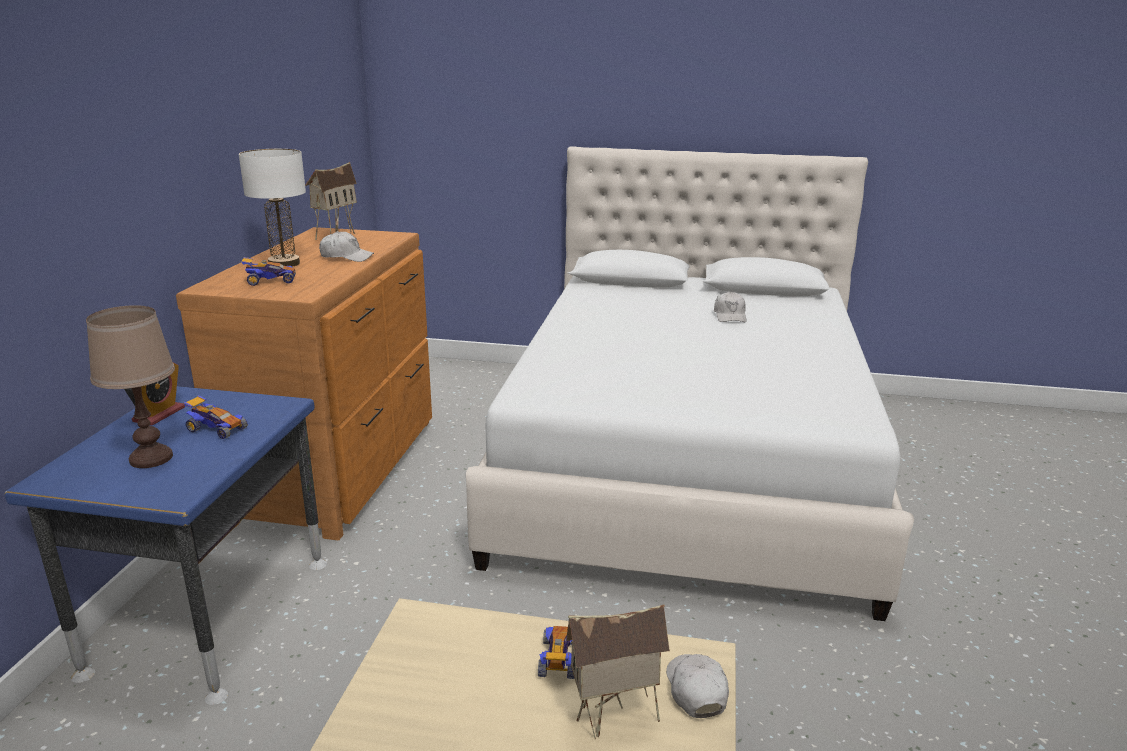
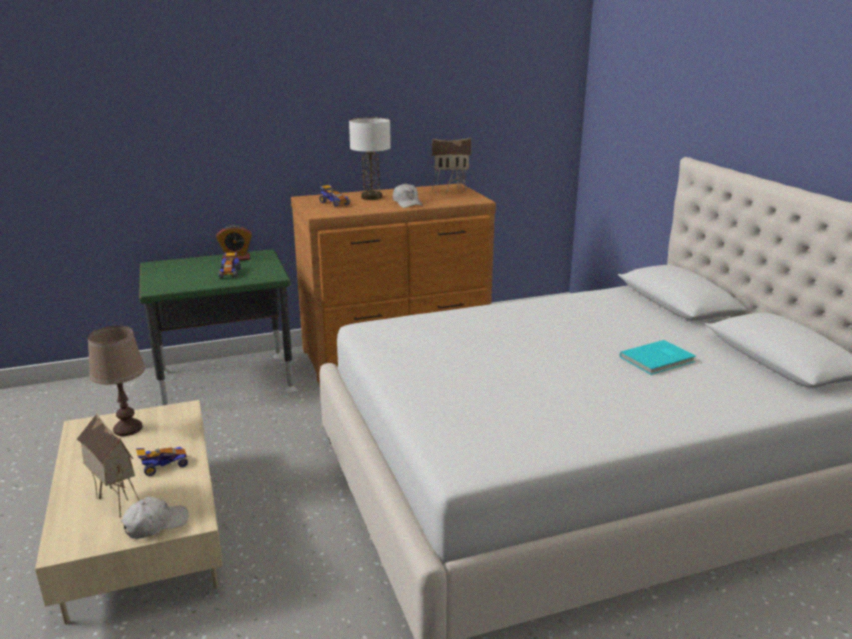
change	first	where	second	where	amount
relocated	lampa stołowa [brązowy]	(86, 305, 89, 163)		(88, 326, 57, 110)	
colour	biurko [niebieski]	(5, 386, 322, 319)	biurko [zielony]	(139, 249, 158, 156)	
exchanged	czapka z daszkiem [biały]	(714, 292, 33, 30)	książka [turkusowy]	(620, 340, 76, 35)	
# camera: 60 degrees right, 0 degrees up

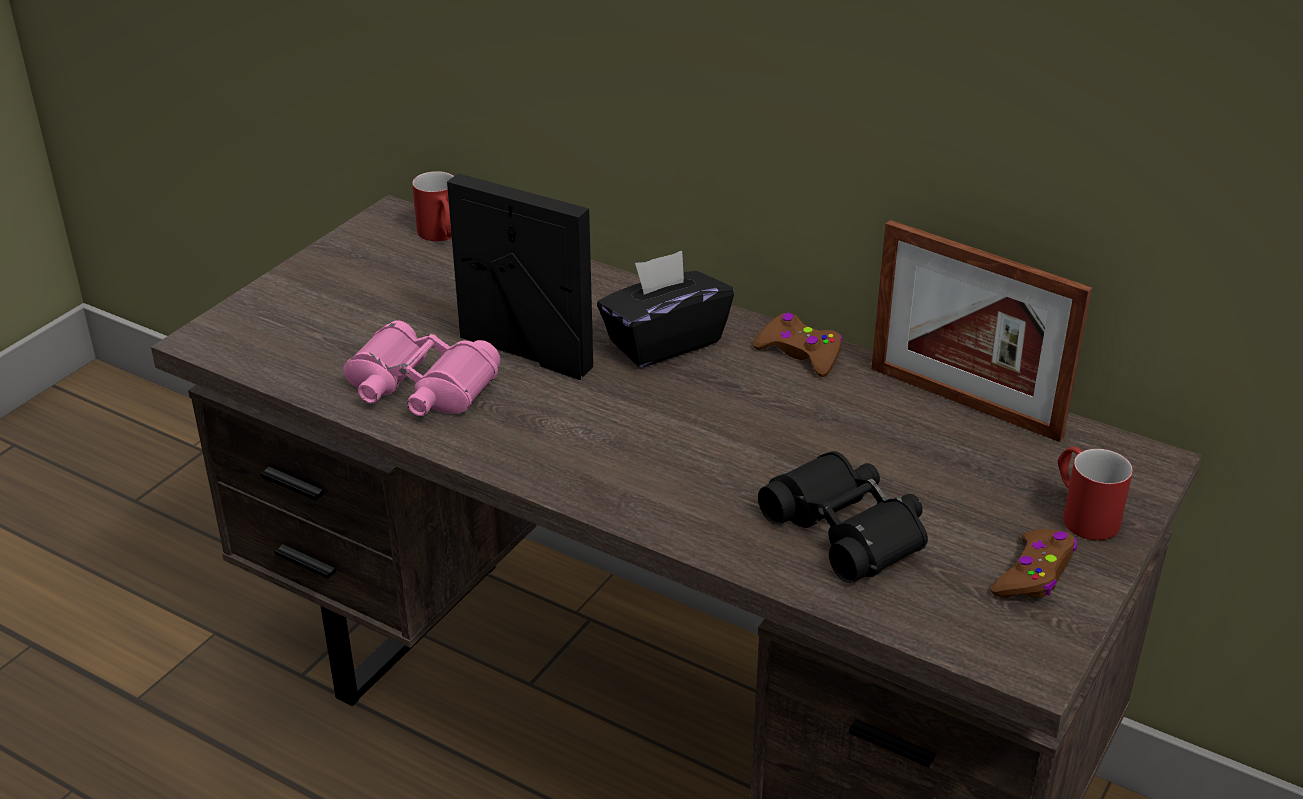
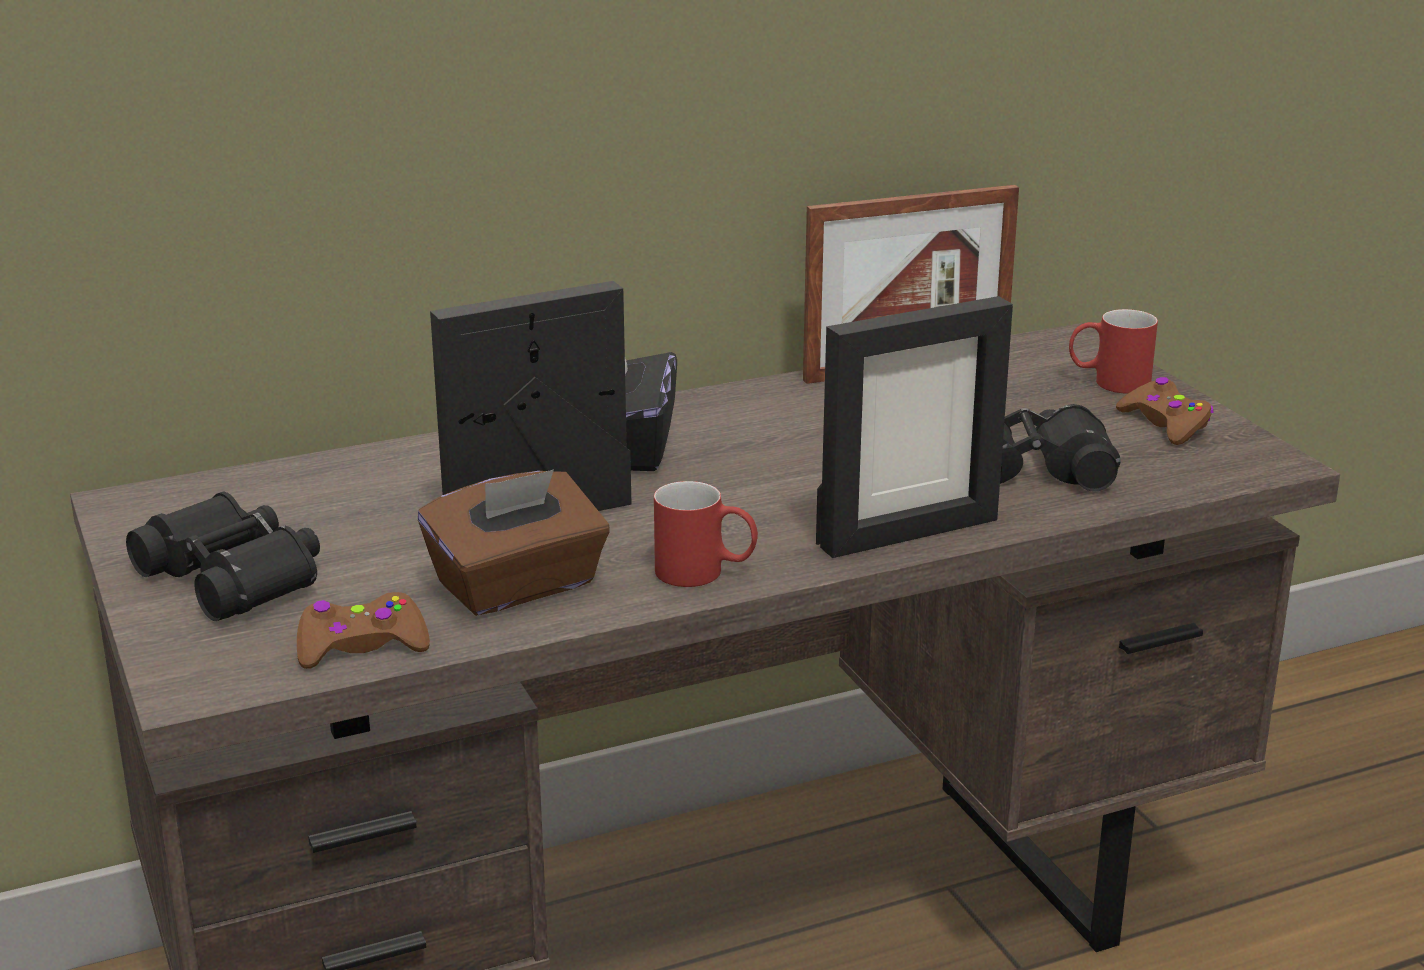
change	first	where	second	where	amount
appeared			lornetka [czarny]	(126, 491, 194, 130)	
relocated	pad do gier [brązowy]	(753, 313, 90, 64)		(297, 592, 133, 77)	
exchanged	lornetka [różowy]	(343, 320, 157, 96)	pudełko chusteczek [brązowy]	(418, 469, 192, 147)	
relocated	kubek [czerwony]	(412, 171, 42, 70)		(654, 481, 104, 106)	
appeared			ramka na zdjęcie	(816, 296, 197, 262)	
# camera: 55 degrees left, 10 degrees down

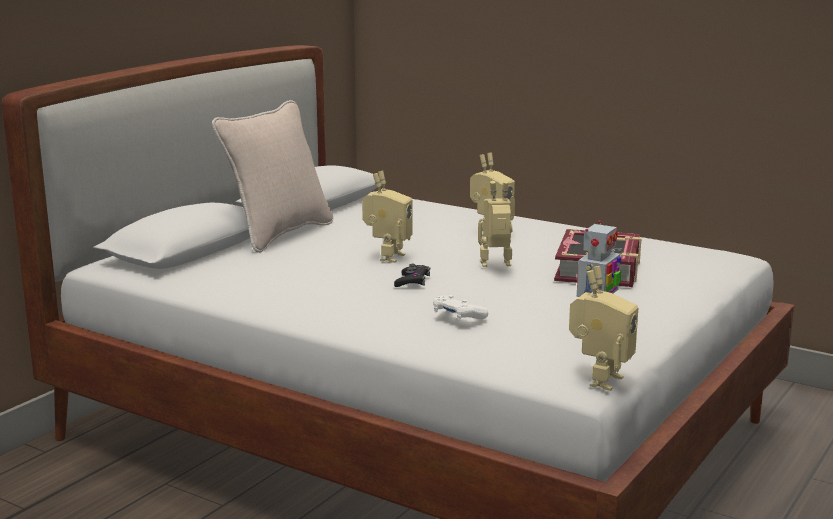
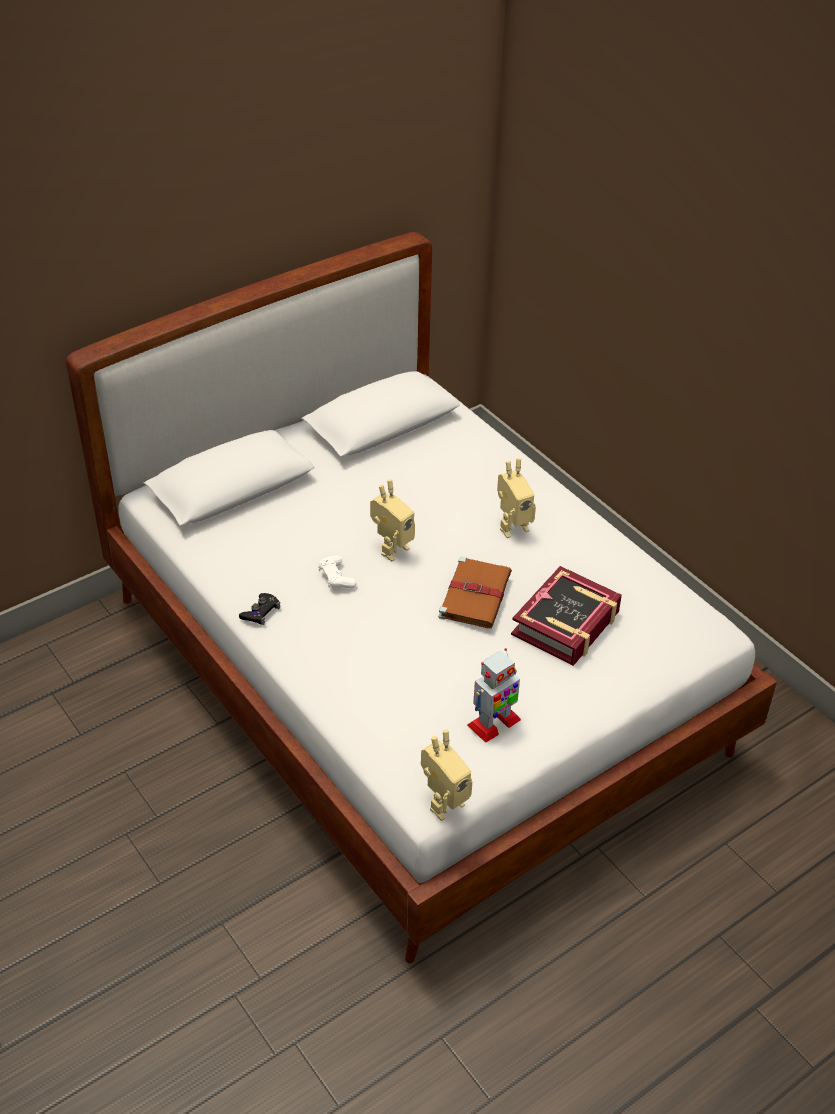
change	first	where	second	where	amount
relocated	pad do gier [czarny]	(394, 264, 36, 23)		(239, 593, 41, 32)	
relocated	pad do gier [biały]	(433, 295, 55, 25)		(318, 555, 39, 33)	
exchanged	robot zabawkowy	(478, 181, 35, 86)	książka [brązowy]	(438, 557, 74, 71)	
missing	poduszka [beżowy]	(212, 100, 121, 153)			
# camera: 20 degrees right, 25 degrees up

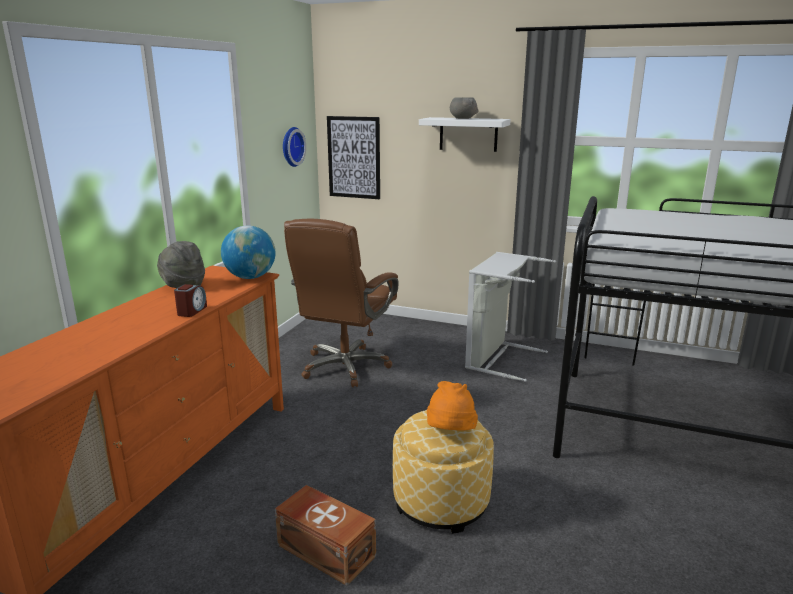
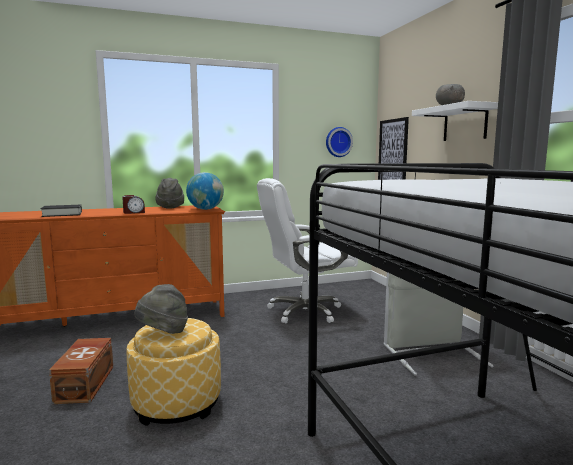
change	first	where	second	where	amount
appeared			książka [czarny]	(41, 205, 41, 12)	
colour	kapelusz [pomarańczowy]	(427, 381, 51, 50)	kapelusz [szary]	(135, 284, 53, 50)	
colour	krzesło biurowe [brązowy]	(284, 219, 114, 168)	krzesło biurowe [biały]	(257, 178, 101, 146)	
# camera: 50 degrees right, 10 degrees down

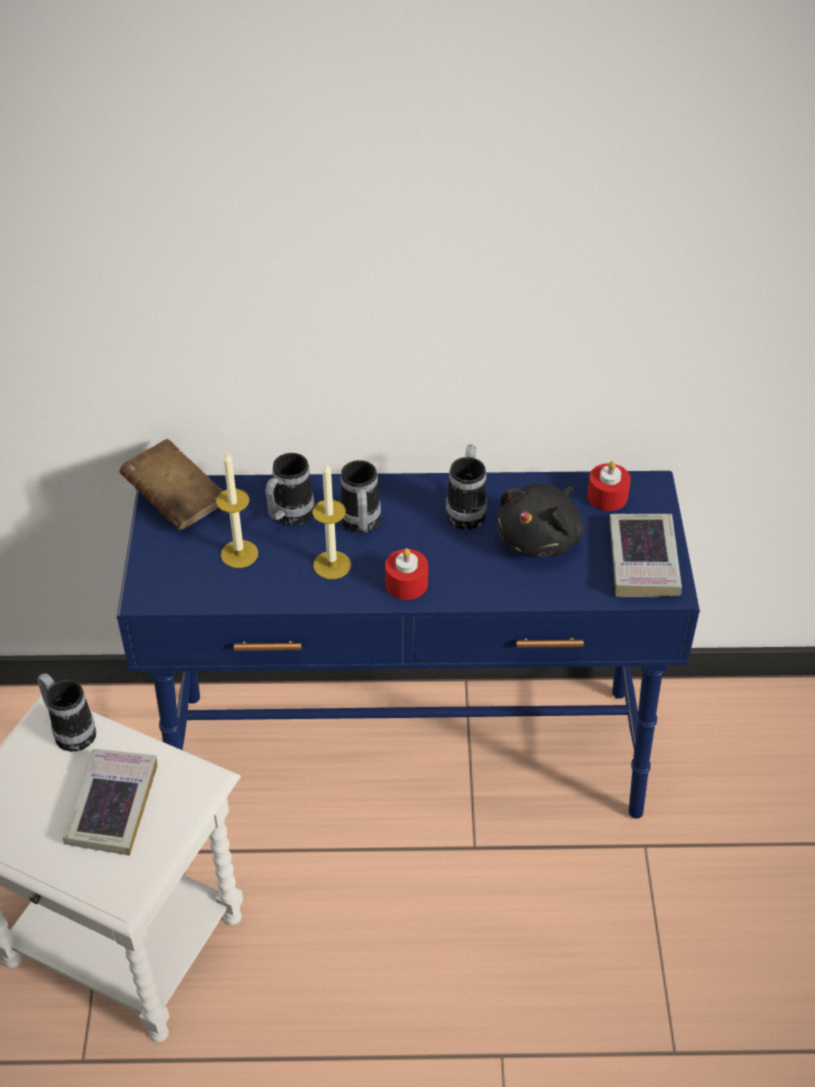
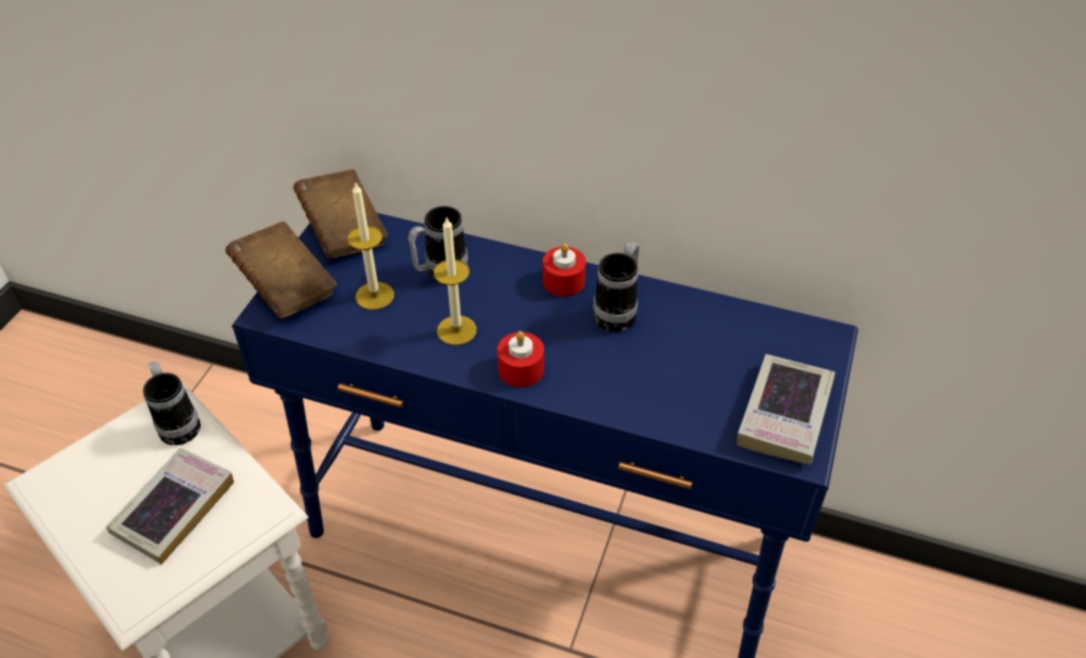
change	first	where	second	where	amount
appeared			książka [brązowy]	(225, 221, 112, 98)	
relocated	świeca [czerwony]	(587, 461, 44, 50)		(543, 243, 43, 54)	
missing	kubek	(340, 460, 41, 73)			
missing	pluszak [czarny]	(496, 483, 88, 75)			
# camera: 20 degrees right, 0 degrees up

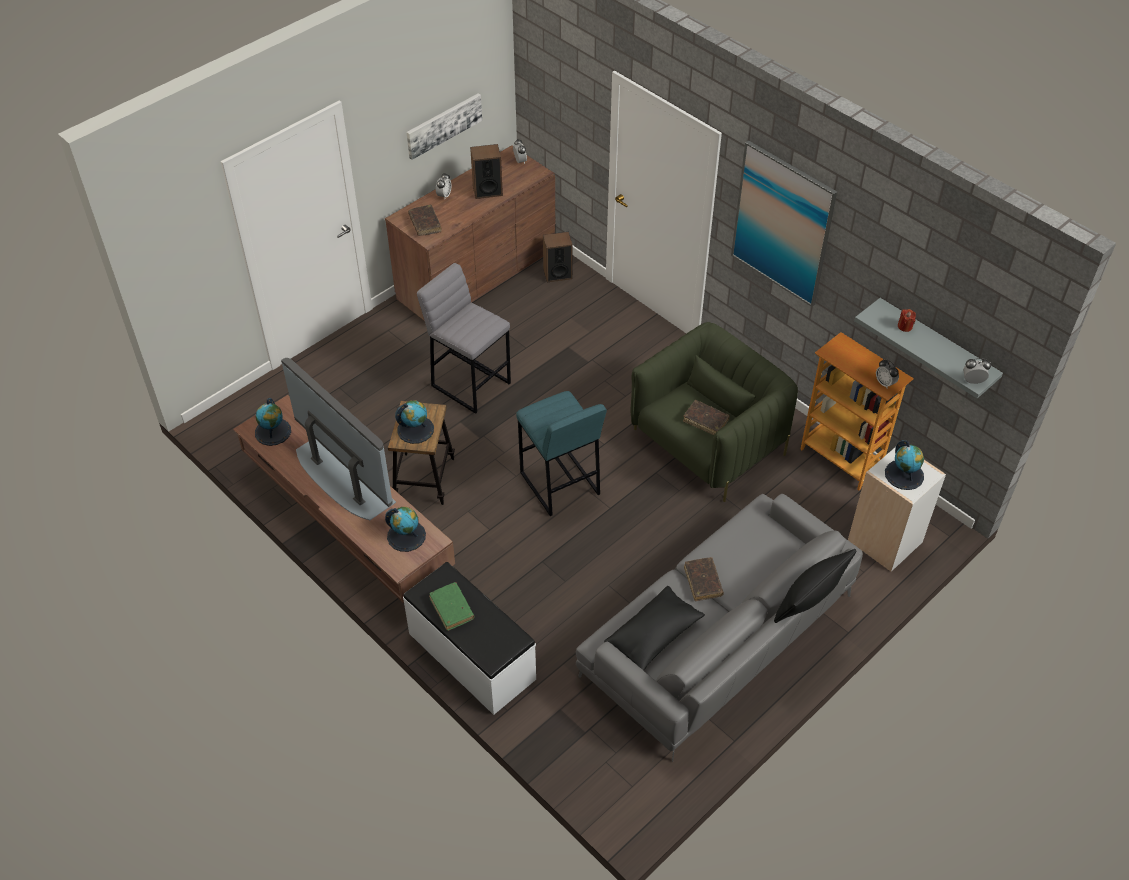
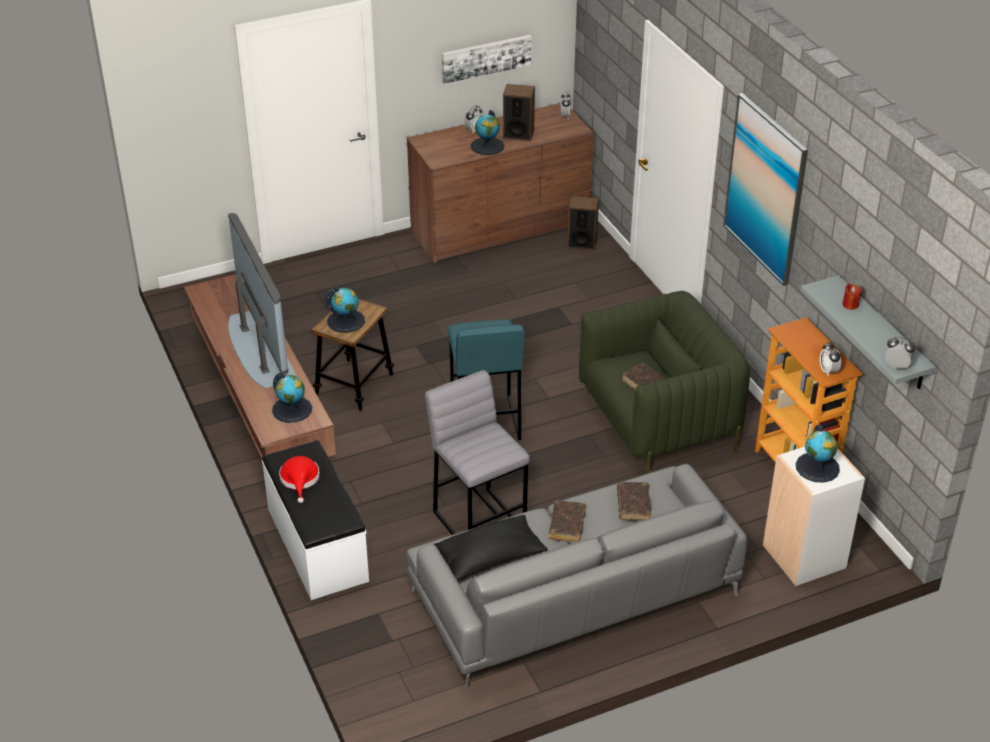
change	first	where	second	where	amount
exchanged	książka [zielony]	(429, 582, 45, 49)	kapelusz [czerwony]	(279, 456, 41, 47)	
relocated	stołek [szary]	(417, 263, 94, 151)		(425, 370, 105, 165)	
relocated	globus	(255, 398, 36, 48)		(471, 110, 34, 45)	
relocated	książka [brązowy]	(408, 205, 33, 31)		(617, 482, 34, 39)	
missing	poduszka [czarny]	(774, 549, 82, 74)			
# camera: 20 degrees right, 10 degrees down

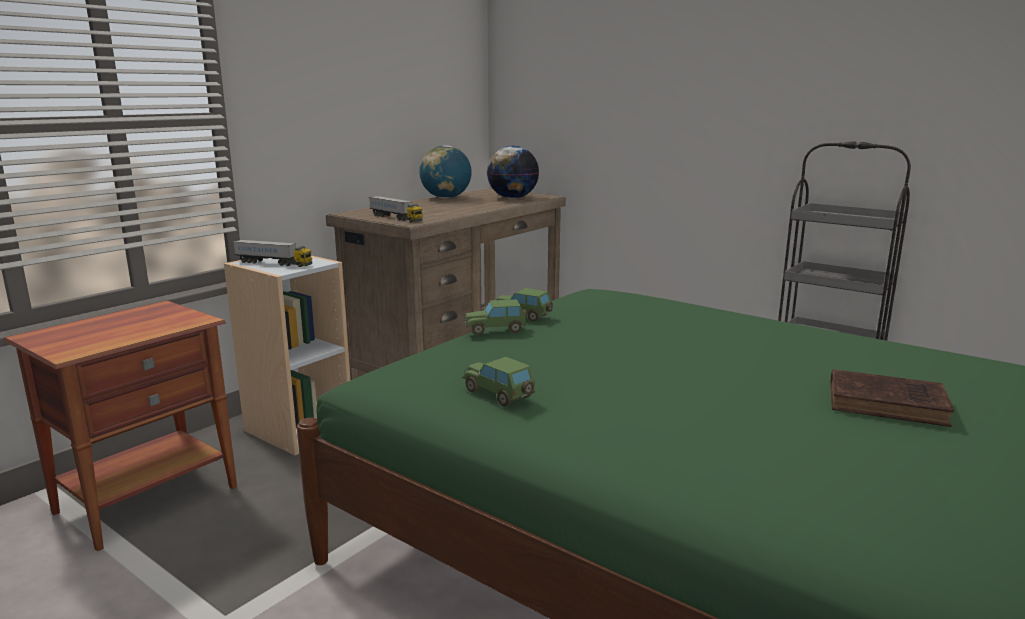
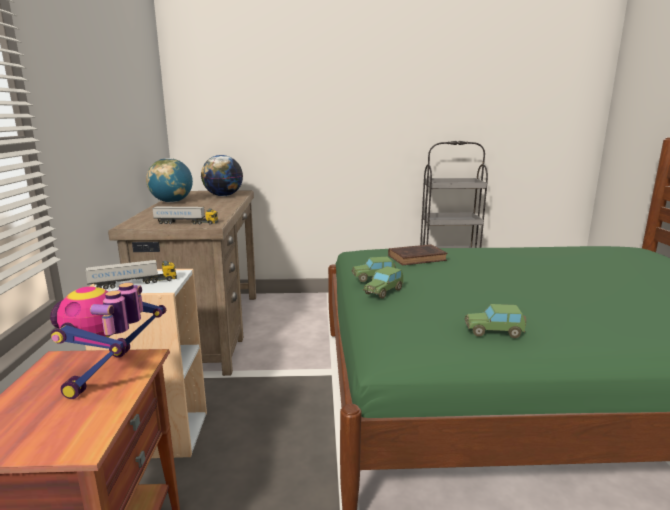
change	first	where	second	where	amount
appeared			robot zabawkowy	(50, 283, 116, 116)	
relocated	książka [brązowy]	(830, 369, 124, 58)		(388, 244, 60, 21)	
# camera: 40 degrees left, 0 degrees up

